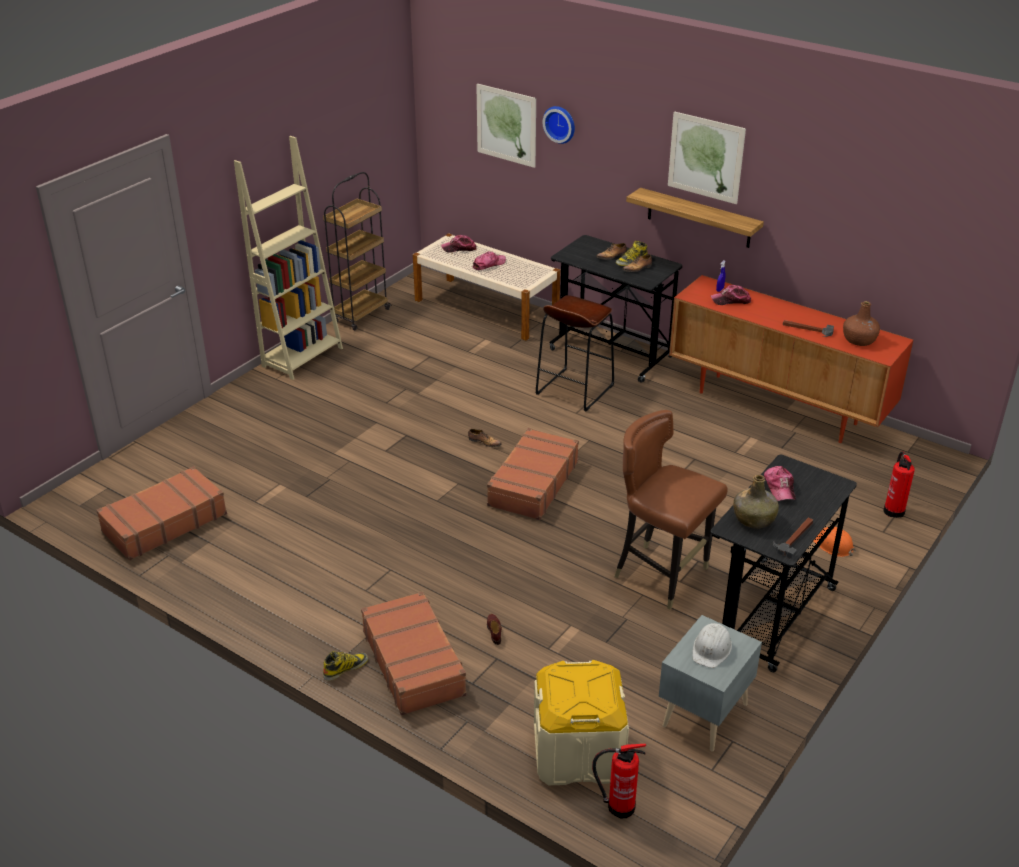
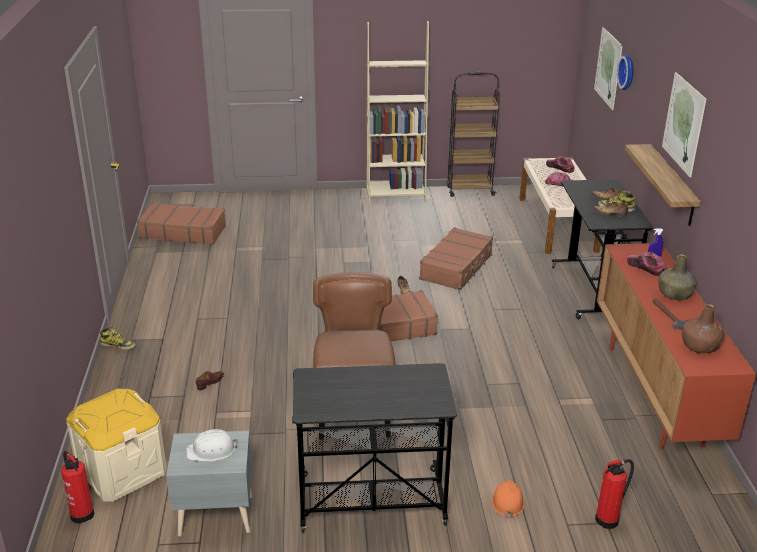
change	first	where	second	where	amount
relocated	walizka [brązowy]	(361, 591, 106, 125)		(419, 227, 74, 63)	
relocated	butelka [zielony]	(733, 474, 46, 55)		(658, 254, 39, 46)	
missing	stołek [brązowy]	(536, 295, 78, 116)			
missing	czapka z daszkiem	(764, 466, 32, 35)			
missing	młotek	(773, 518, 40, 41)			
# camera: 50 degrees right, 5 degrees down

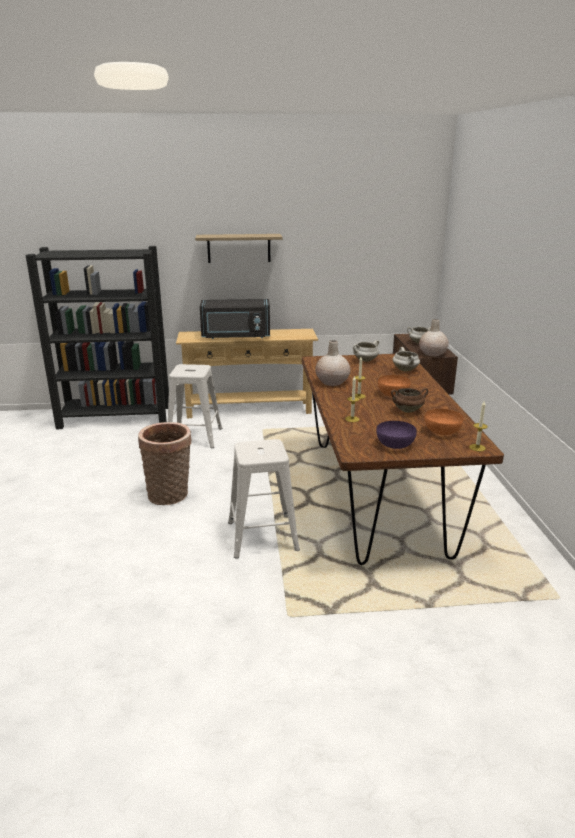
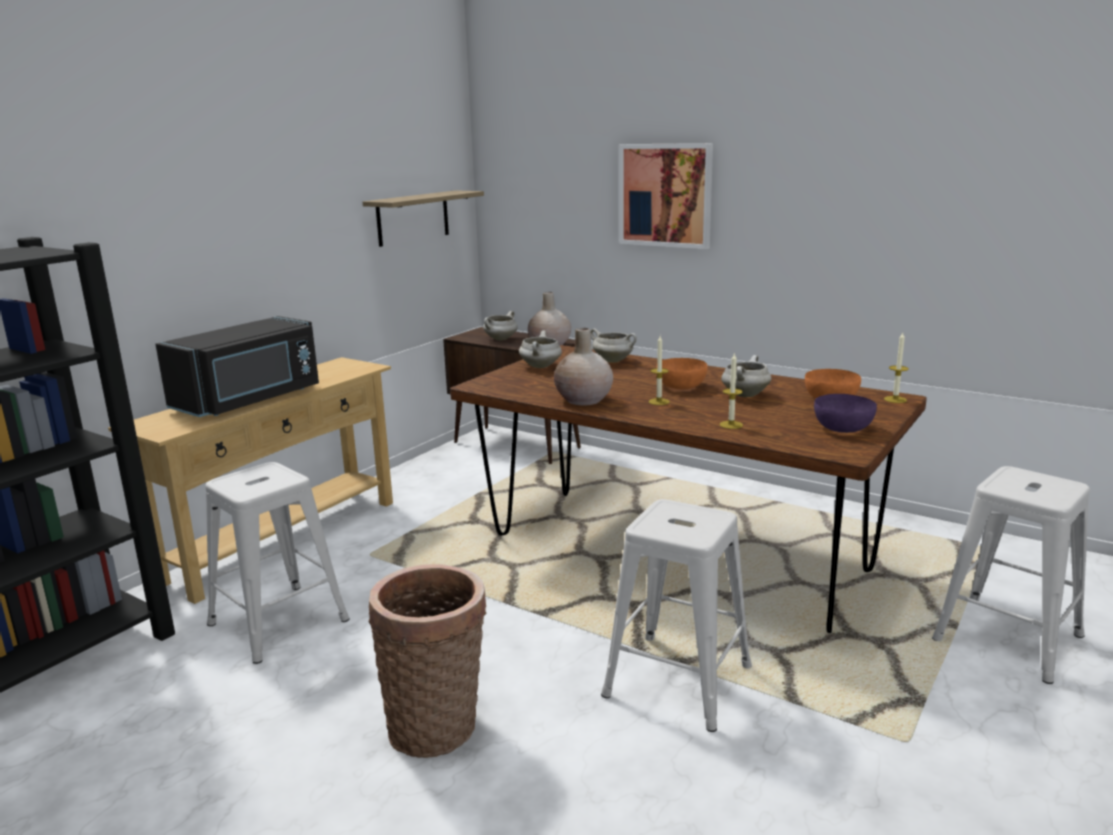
change	first	where	second	where	amount
relocated	półka	(195, 234, 87, 29)		(363, 190, 121, 57)	
appeared			obraz	(619, 143, 94, 106)	
colour	garnek [brązowy]	(391, 388, 37, 25)	garnek [biały]	(721, 355, 50, 42)	
appeared			stołek [biały]	(932, 466, 158, 218)	
# camera: 50 degrees left, 5 degrees down

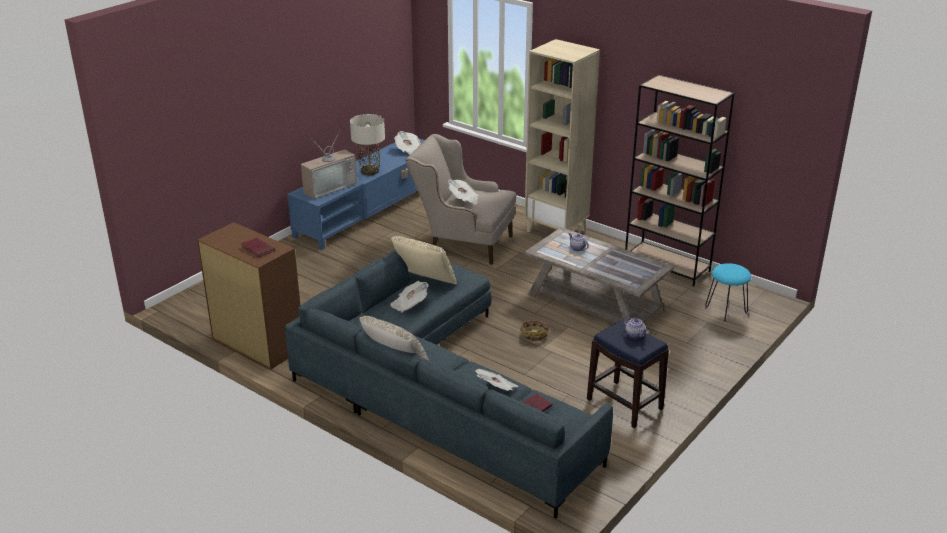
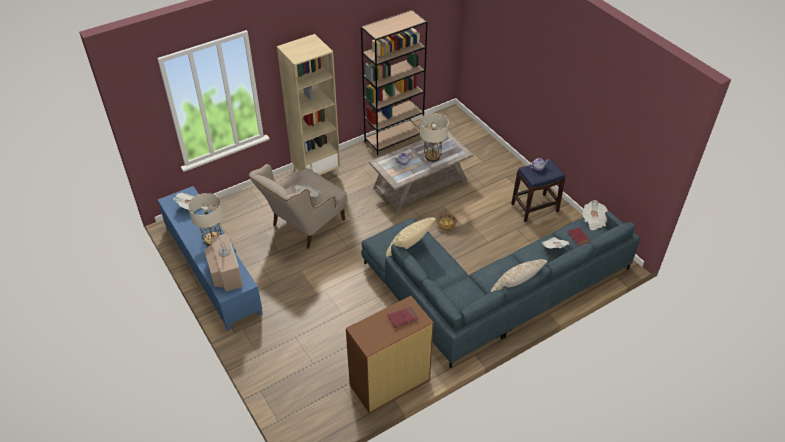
change	first	where	second	where	amount
appeared			lampa stołowa	(420, 113, 29, 49)	
relocated	gazeta	(390, 281, 39, 32)		(582, 200, 26, 30)	
missing	stołek [turkusowy]	(705, 263, 46, 59)			
# camera: 70 degrees left, 15 degrees up

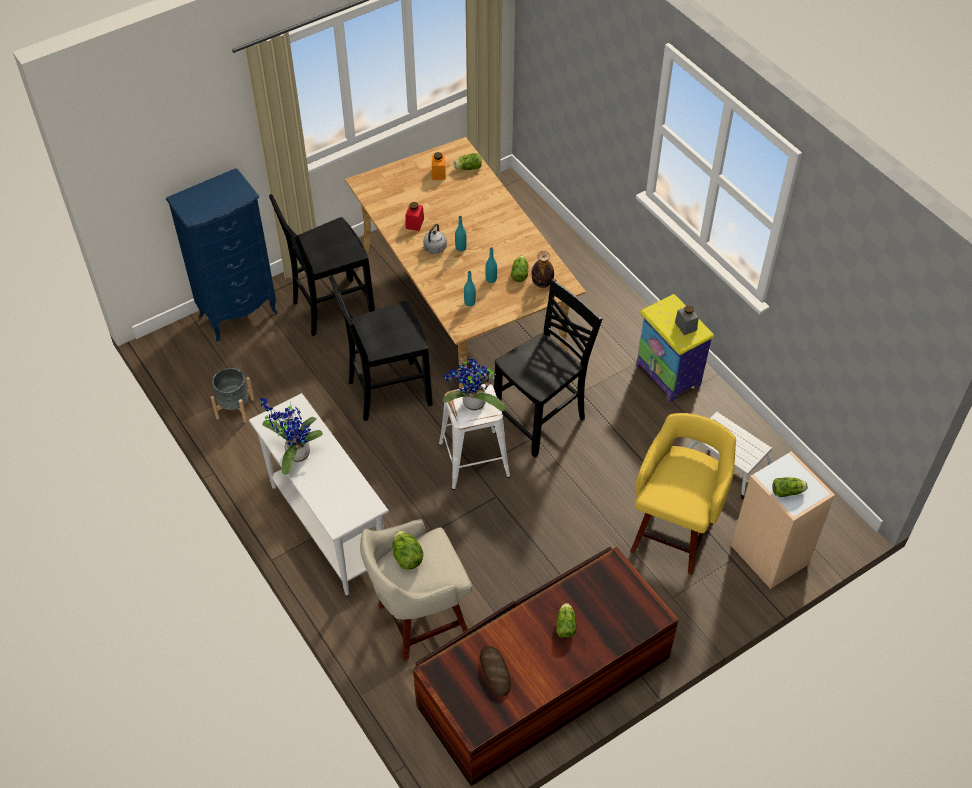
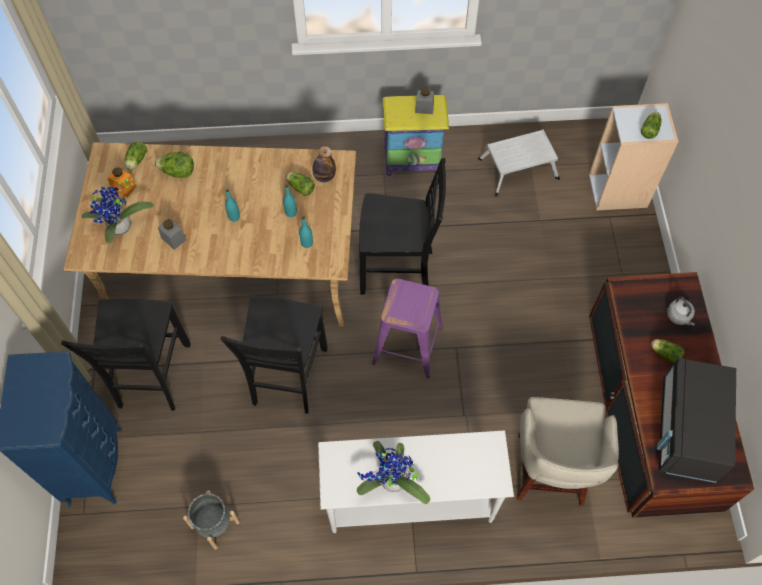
change	first	where	second	where	amount
relocated	roślina doniczkowa	(443, 358, 62, 53)		(82, 179, 71, 64)	
relocated	sałata	(392, 530, 31, 40)		(155, 152, 39, 26)	
colour	słoik [czerwony]	(406, 202, 18, 29)	słoik [szary]	(158, 218, 28, 32)	
spun	krzesło [czarny]	(494, 279, 108, 179)		(359, 158, 87, 137)	105 degrees clockwise
colour	stołek [biały]	(439, 384, 71, 106)	stołek [fioletowy]	(372, 279, 71, 99)	
exchanged	chleb	(480, 646, 31, 51)	mikrofalówka [czarny]	(657, 358, 79, 125)	
relocated	czajnik [szary]	(422, 224, 25, 30)		(667, 296, 28, 30)	
missing	stołek [żółty]	(630, 413, 106, 162)			
# camera: 60 degrees left, 10 degrees up

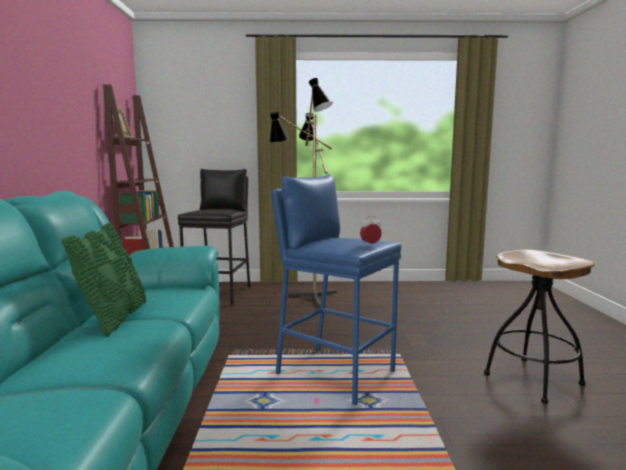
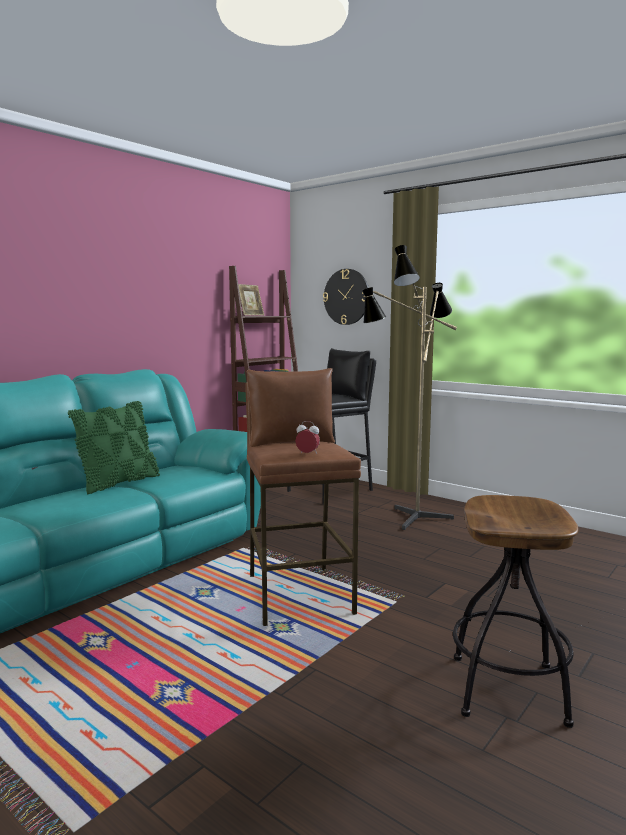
change	first	where	second	where	amount
colour	stołek [niebieski]	(271, 174, 130, 231)	stołek [brązowy]	(245, 368, 116, 258)	
appeared			zegar ścienny	(323, 269, 46, 56)	
# camera: 40 degrees right, 0 degrees up

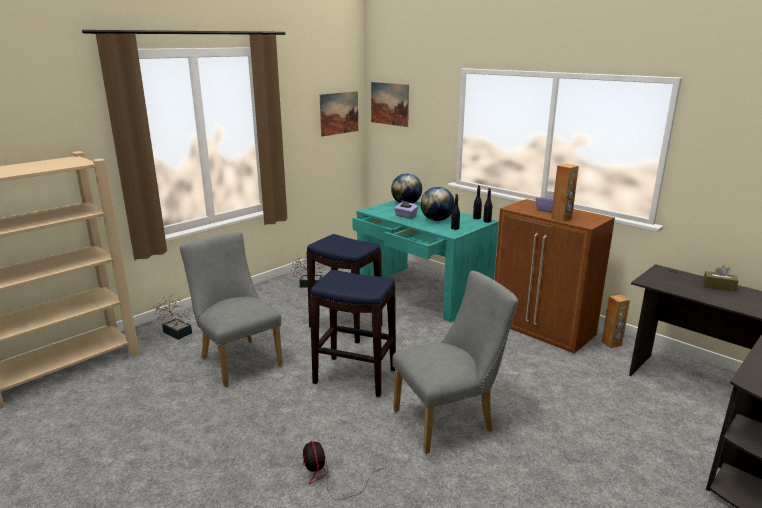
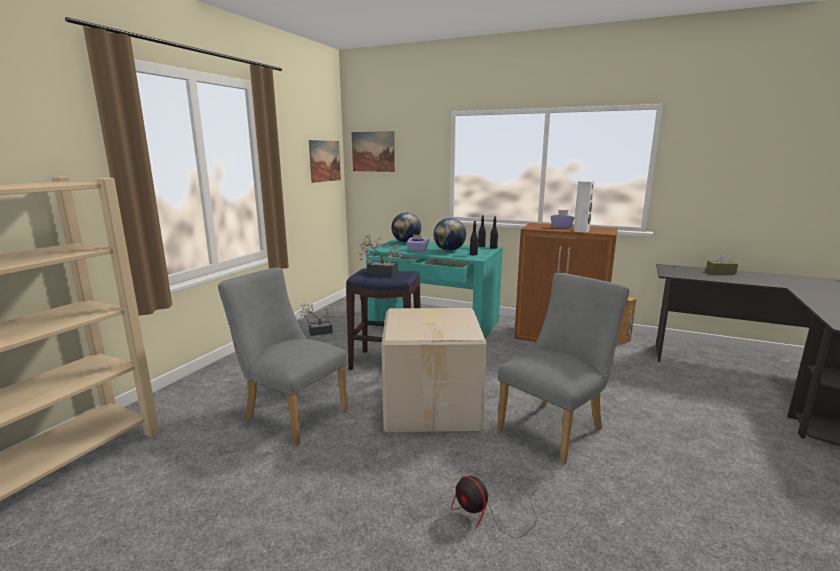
change	first	where	second	where	amount
relocated	roślina doniczkowa	(151, 294, 43, 46)		(357, 234, 46, 42)	
exchanged	stołek	(310, 270, 86, 127)	karton	(381, 308, 106, 125)	
colour	głośnik [brązowy]	(551, 164, 28, 58)	głośnik [biały]	(573, 181, 21, 52)	
# camera: 20 degrees left, 5 degrees down

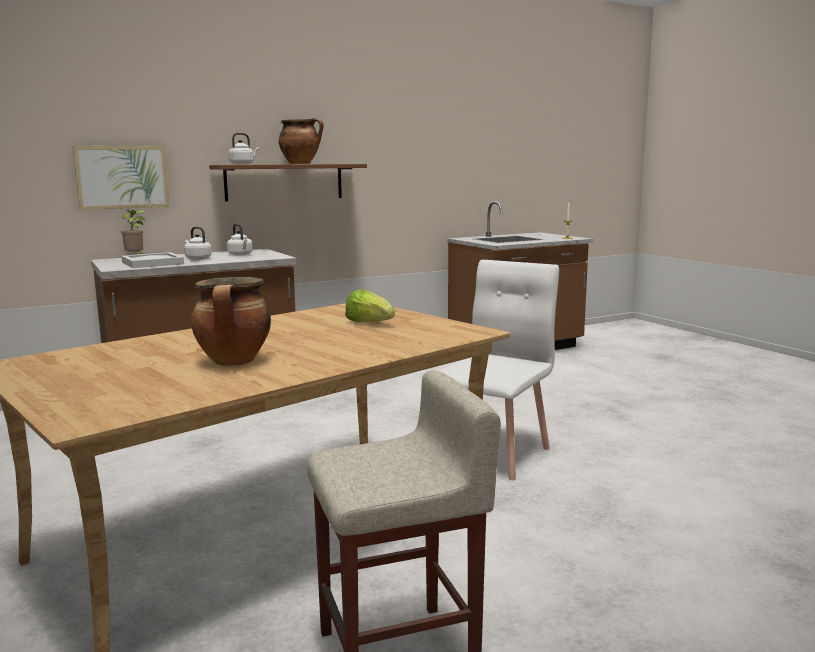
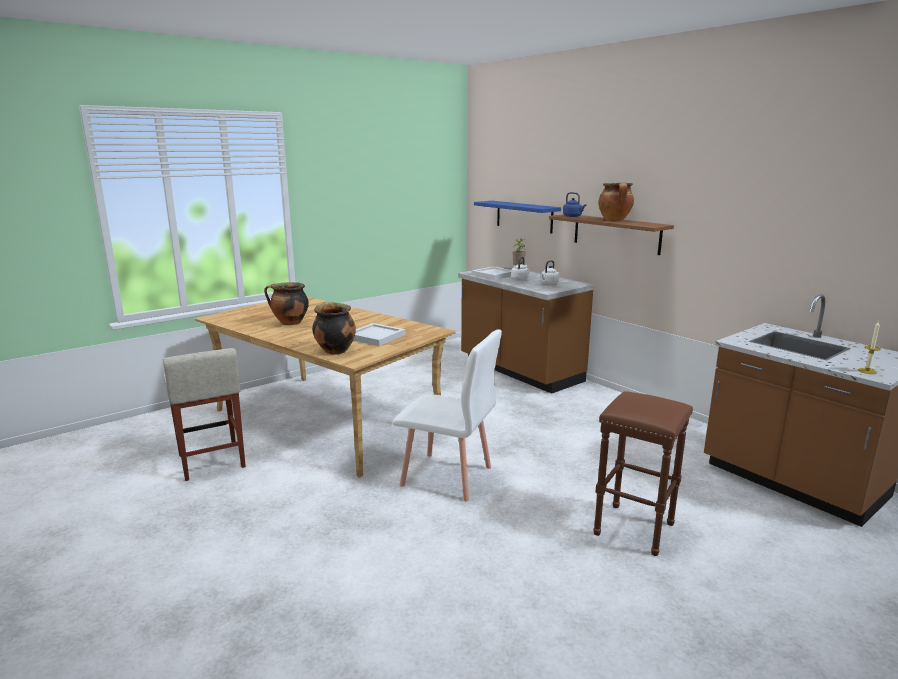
change	first	where	second	where	amount
appeared			garnek	(312, 302, 44, 53)	
exchanged	sałata	(345, 290, 50, 32)	taca [biały]	(353, 323, 53, 23)	
exchanged	obraz	(72, 146, 98, 64)	półka [niebieski]	(474, 201, 87, 32)	
colour	czajnik [biały]	(228, 133, 31, 32)	czajnik [niebieski]	(563, 192, 23, 25)	
appeared			stołek [brązowy]	(594, 391, 99, 165)	
# camera: 80 degrees right, 5 degrees up

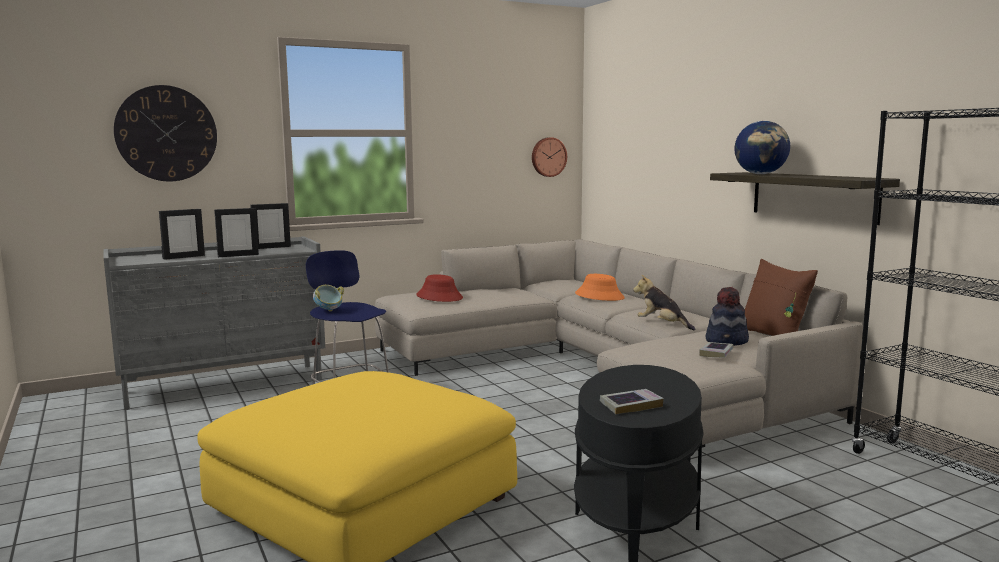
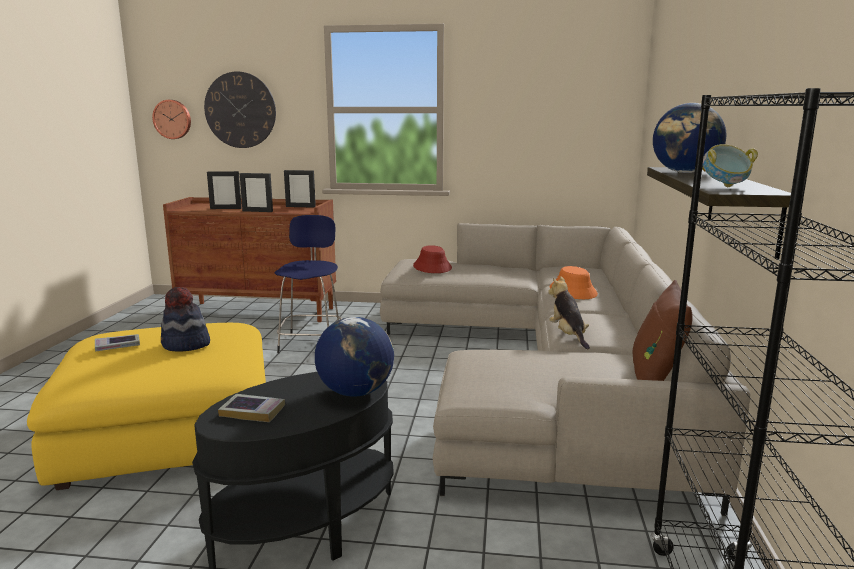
change	first	where	second	where	amount
relocated	książka	(699, 342, 34, 16)		(95, 334, 45, 18)	
relocated	zegar ścienny	(532, 137, 35, 40)		(152, 100, 39, 39)	
relocated	kapelusz	(706, 287, 43, 59)		(161, 287, 49, 65)	
colour	szafka [szary]	(104, 236, 221, 174)	szafka [brązowy]	(163, 197, 173, 125)	
appeared			globus	(315, 317, 79, 80)	
relocated	miska	(313, 285, 31, 26)		(702, 144, 56, 43)	
# camera: 35 degrees right, 5 degrees up

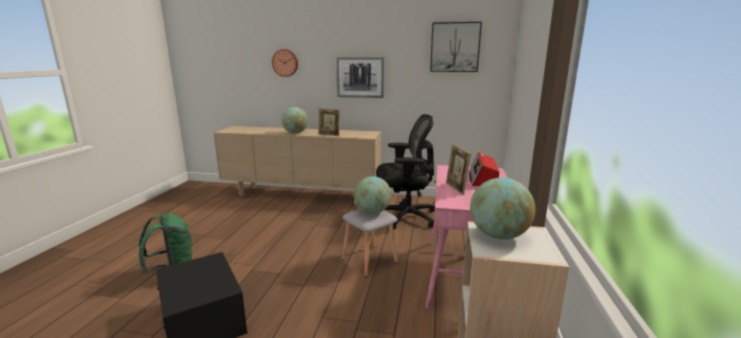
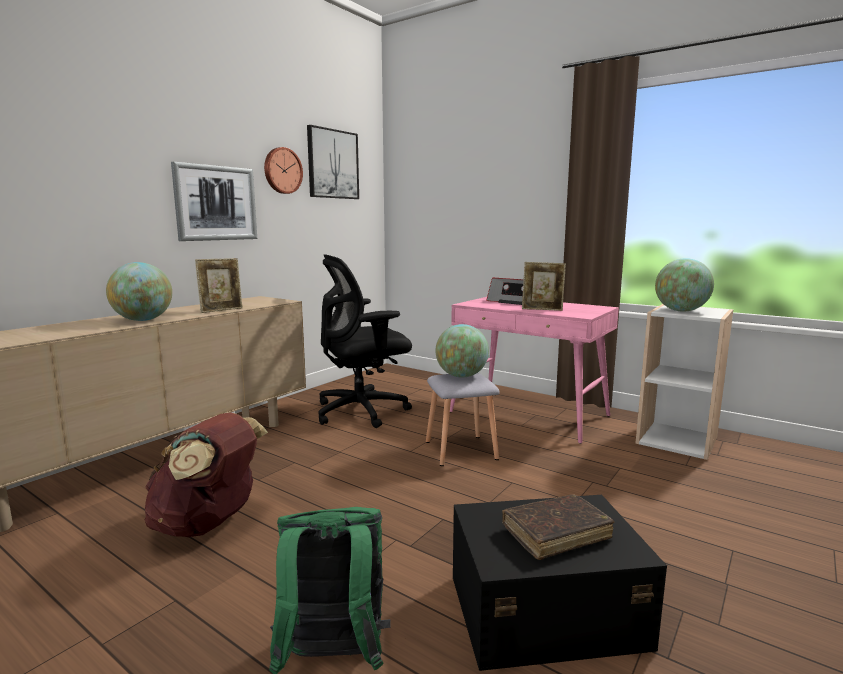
change	first	where	second	where	amount
appeared			plecak [brązowy]	(145, 412, 123, 125)	
relocated	zegar ścienny	(272, 49, 26, 28)		(264, 147, 39, 47)	
spun	krzesło biurowe [czarny]	(376, 114, 59, 115)		(318, 254, 94, 174)	135 degrees counterclockwise
appeared			książka [brązowy]	(502, 494, 112, 66)	
# camera: 65 degrees left, 5 degrees down

